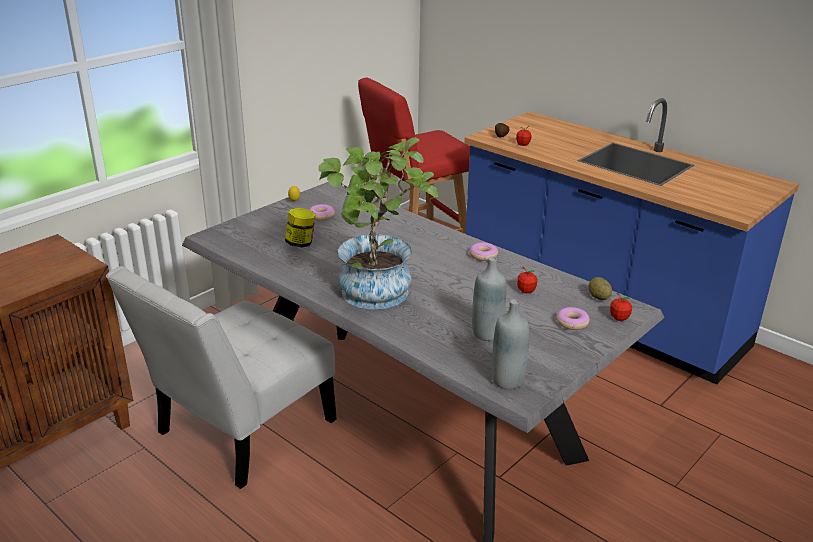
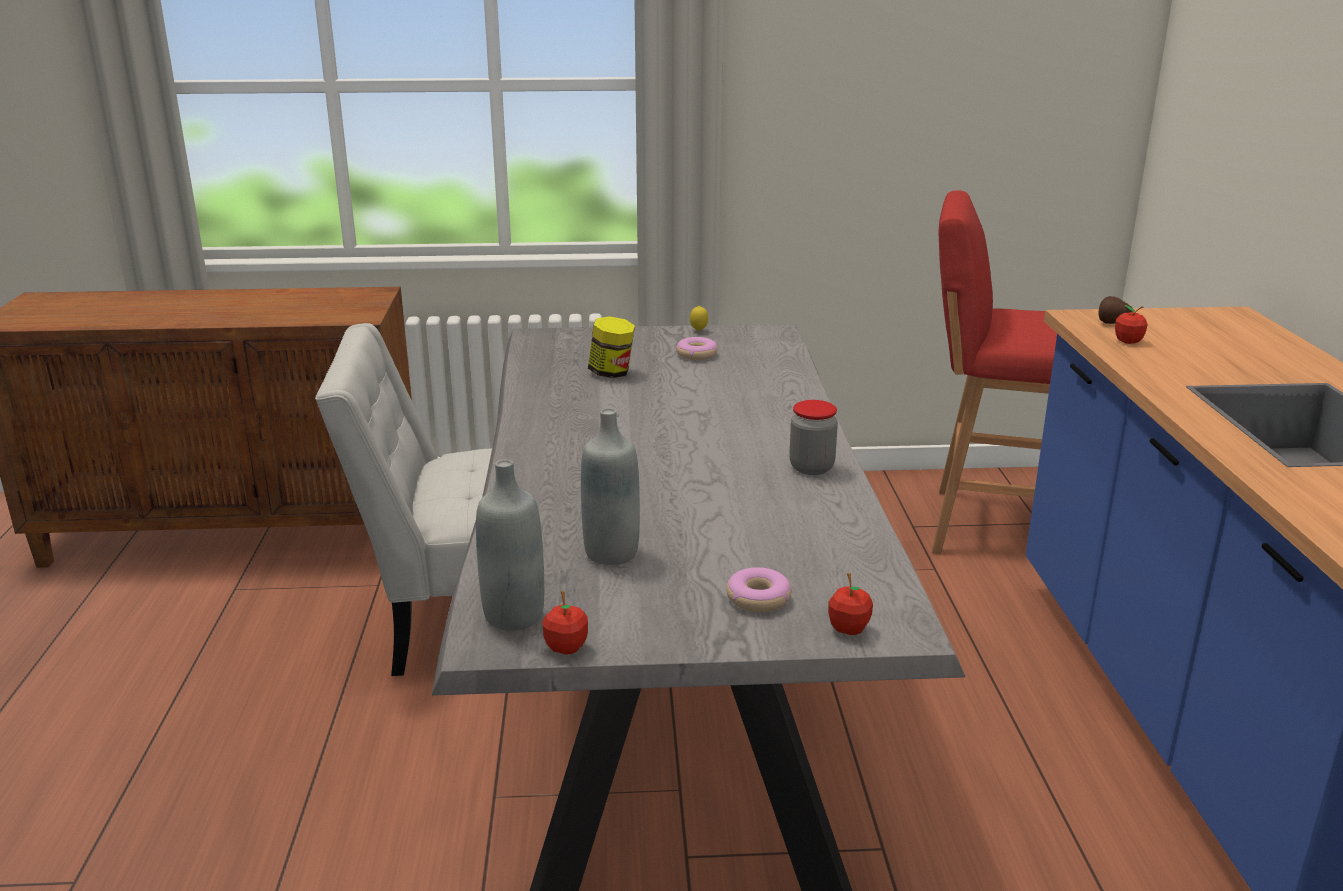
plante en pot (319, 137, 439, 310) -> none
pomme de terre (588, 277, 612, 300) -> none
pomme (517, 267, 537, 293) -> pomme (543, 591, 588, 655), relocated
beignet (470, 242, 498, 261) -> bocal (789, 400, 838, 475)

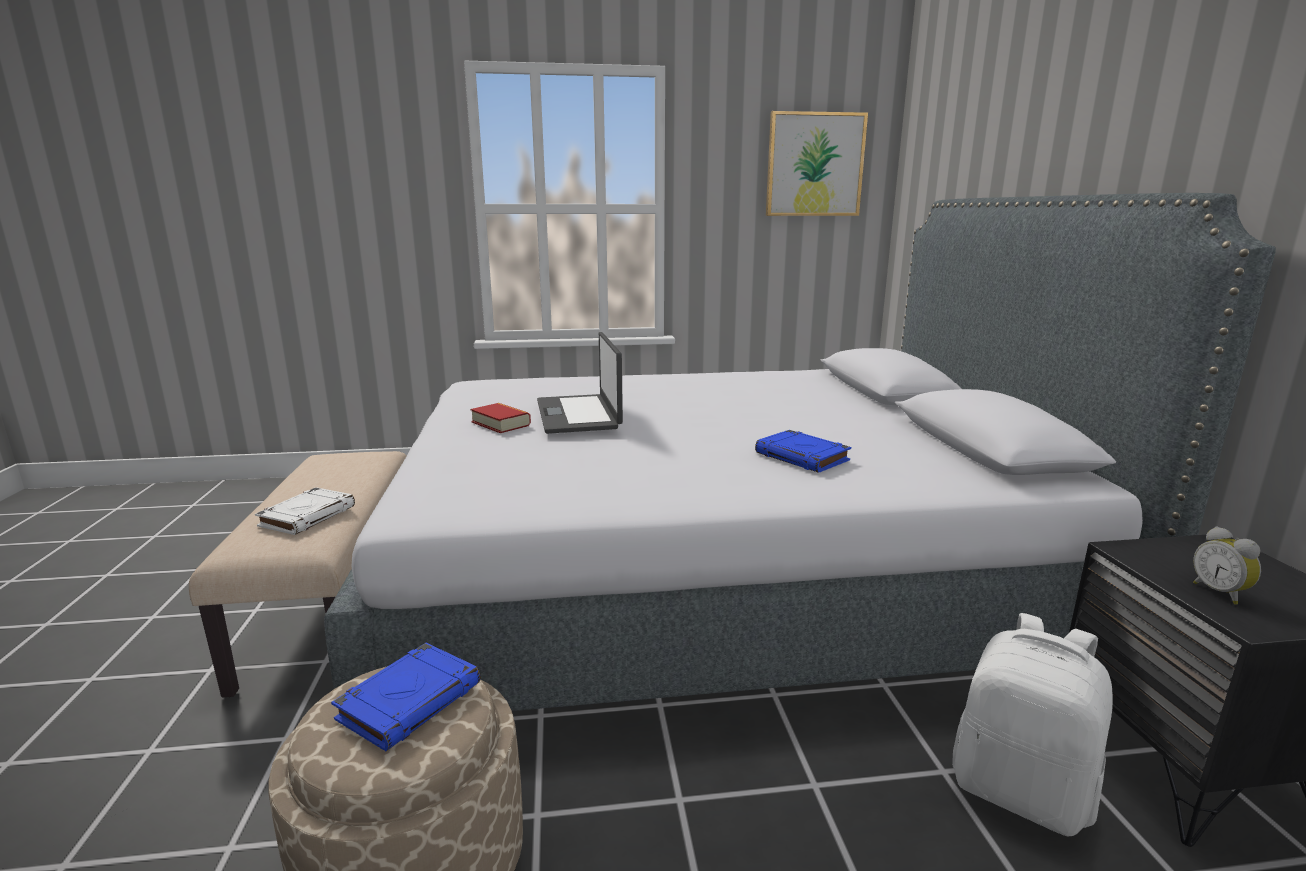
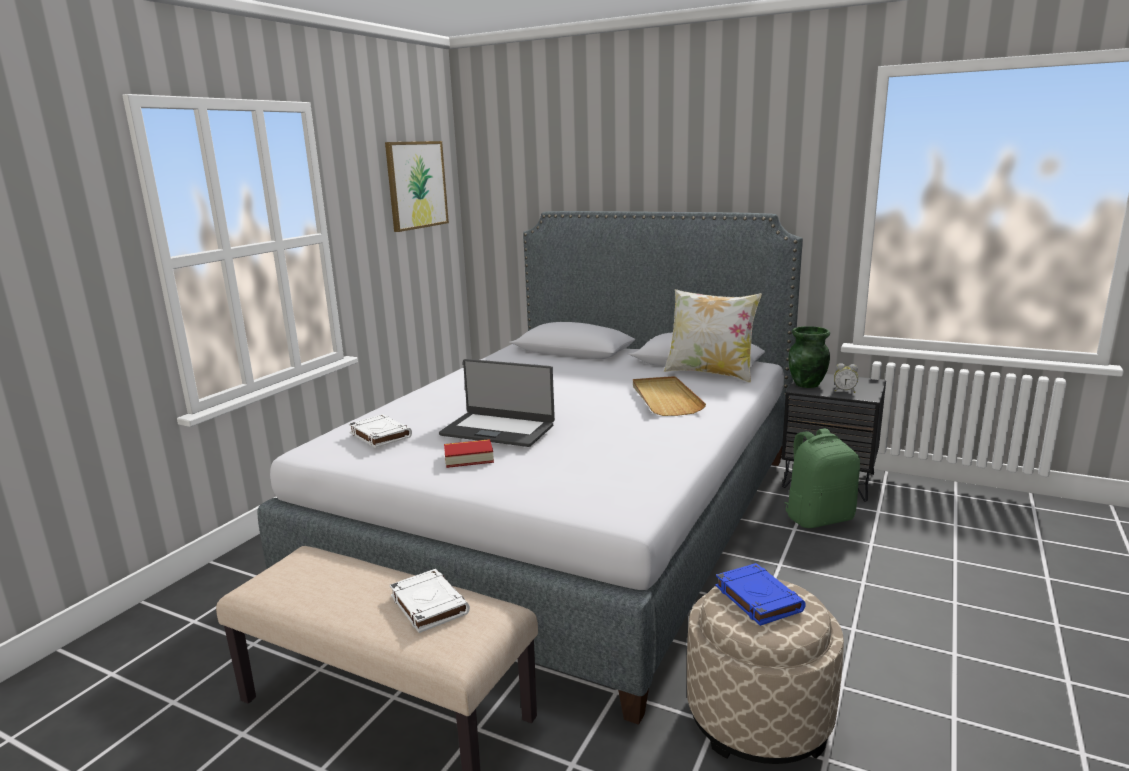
none -> livre [blanc] (349, 414, 412, 448)
none -> coussin (664, 289, 762, 383)
none -> vase [vert] (789, 326, 830, 388)
livre [bleu] (755, 430, 851, 473) -> plateau [beige] (633, 376, 706, 416)
sac à dos [blanc] (952, 613, 1113, 836) -> sac à dos [vert] (784, 428, 860, 528)

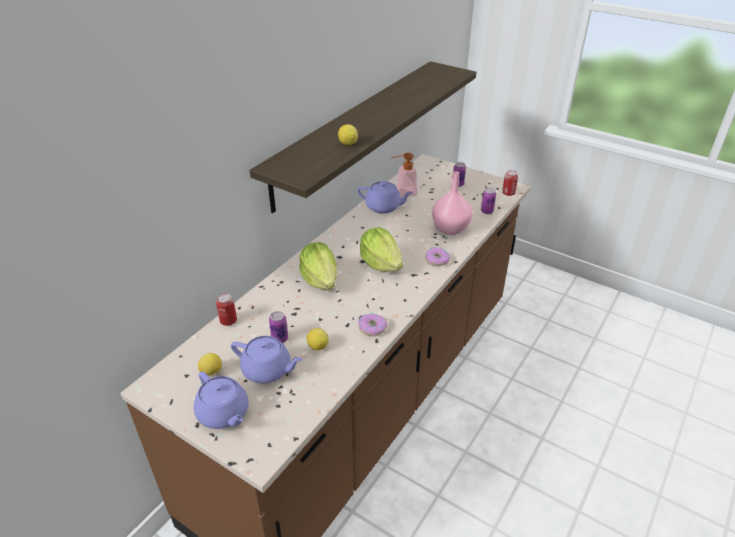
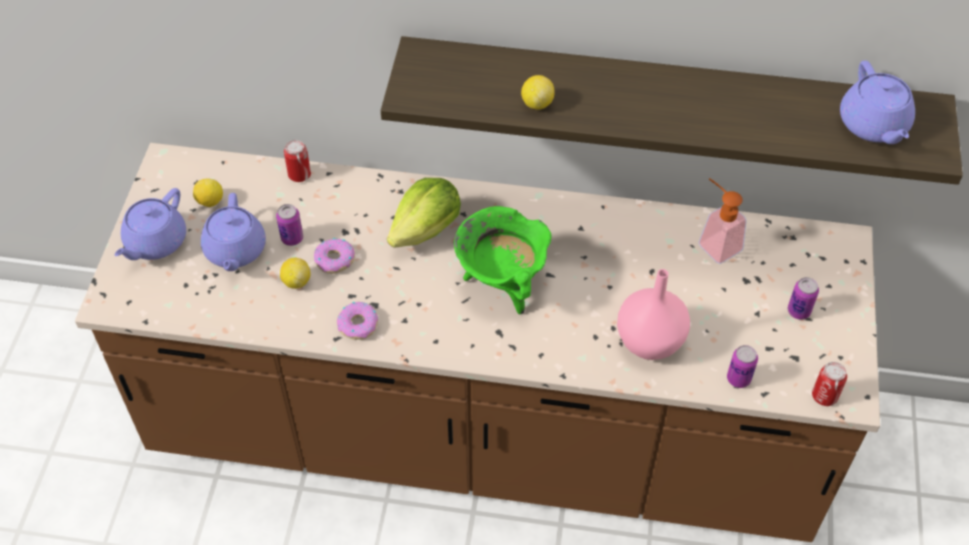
théière [violet] (357, 181, 414, 214) -> théière [violet] (840, 61, 915, 144), relocated
beignet (425, 247, 450, 266) -> beignet (314, 238, 355, 274), relocated
laitue (360, 227, 403, 272) -> marmite [vert] (454, 206, 552, 314)

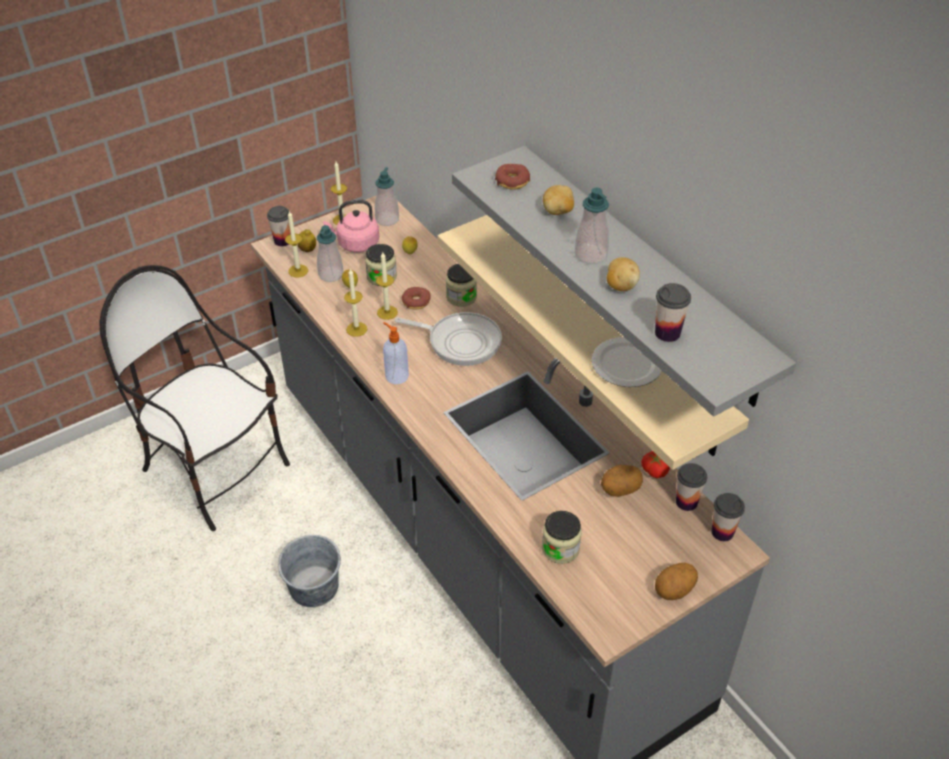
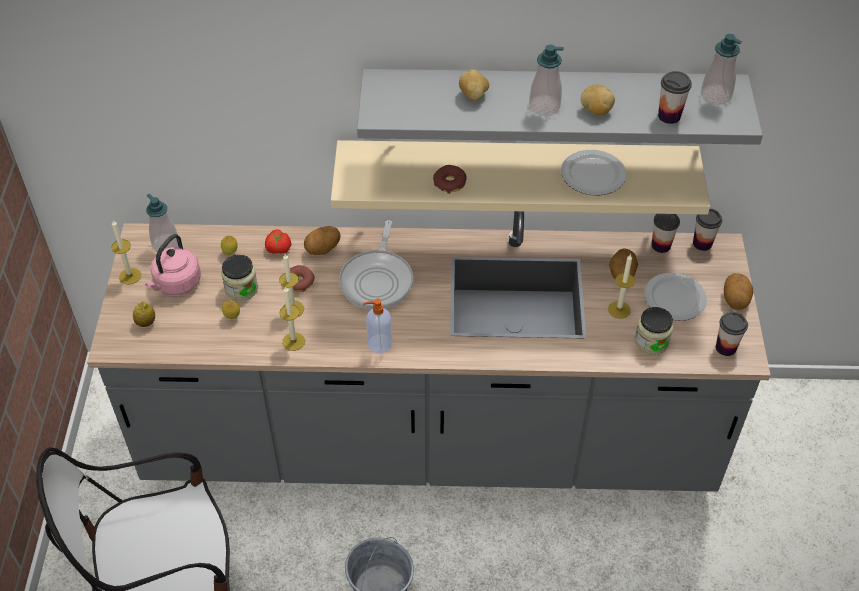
none -> assiette (644, 273, 707, 321)
tasse (267, 206, 291, 246) -> tasse (716, 312, 748, 356), relocated
bougie (285, 211, 308, 278) -> bougie (608, 254, 635, 319), relocated
distributeur de savon (317, 225, 343, 282) -> distributeur de savon (701, 34, 742, 105), relocated
beignet (495, 164, 530, 190) -> beignet (433, 165, 466, 194), relocated
tomate (641, 451, 670, 478) -> tomate (265, 230, 291, 254), relocated
bocal (446, 264, 477, 307) -> pomme de terre (304, 226, 341, 255)
poêle (395, 312, 502, 366) -> poêle (339, 220, 413, 310), 135 degrees clockwise

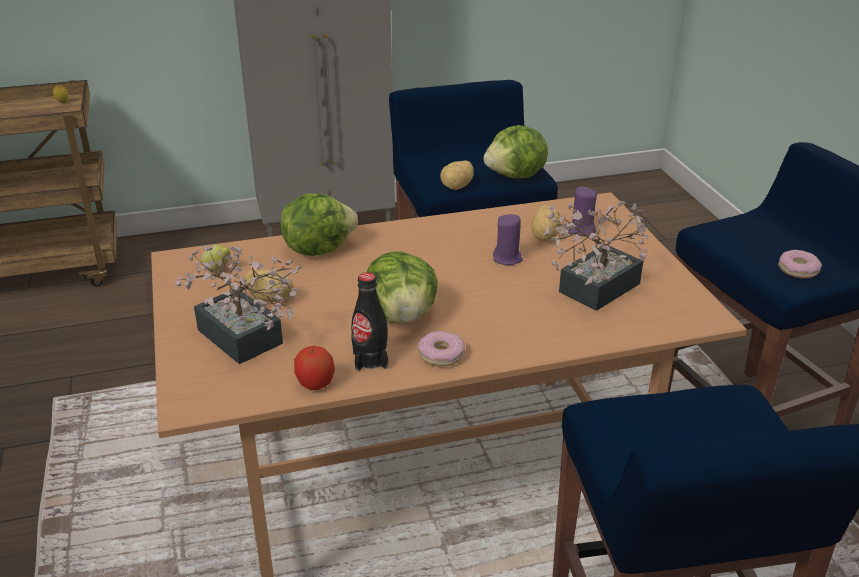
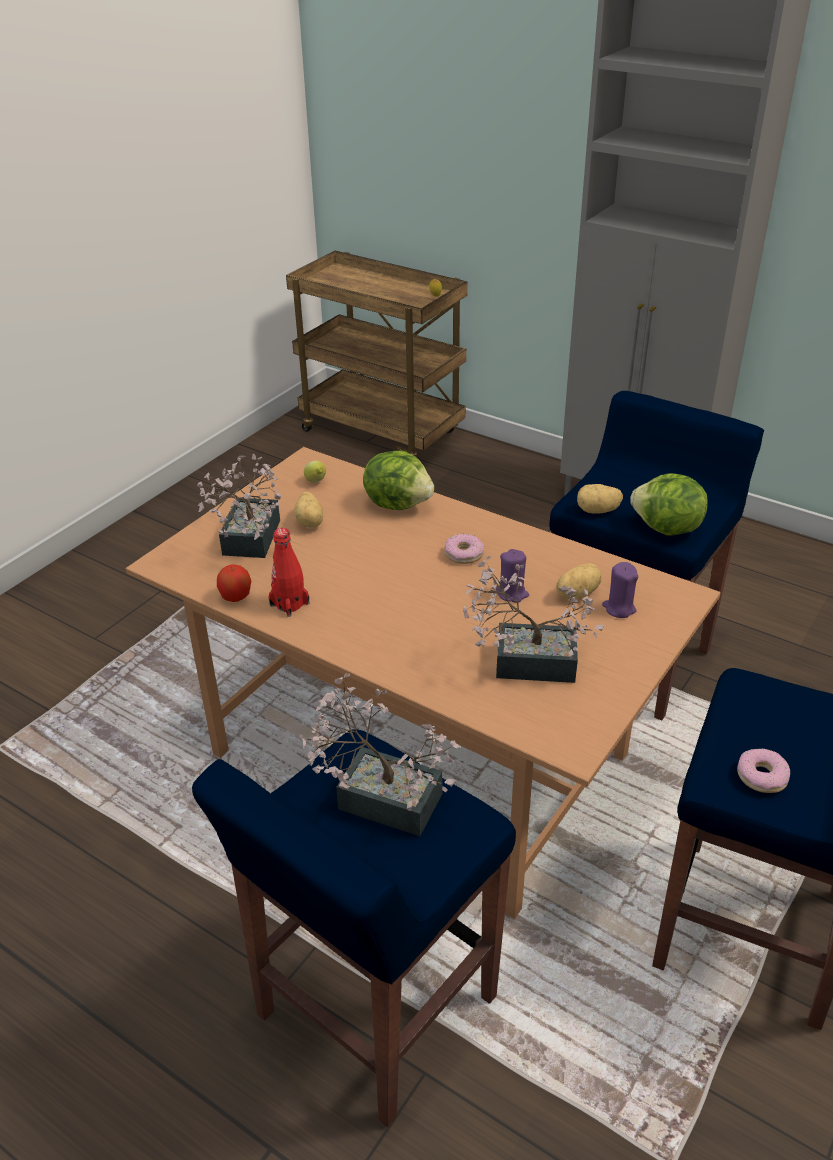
laitue (367, 251, 438, 323) -> none
none -> plante en pot (299, 674, 461, 836)
beignet (418, 331, 465, 366) -> beignet (444, 534, 484, 564), relocated
bouteille [noir] (351, 272, 388, 372) -> bouteille [rouge] (268, 528, 309, 617)

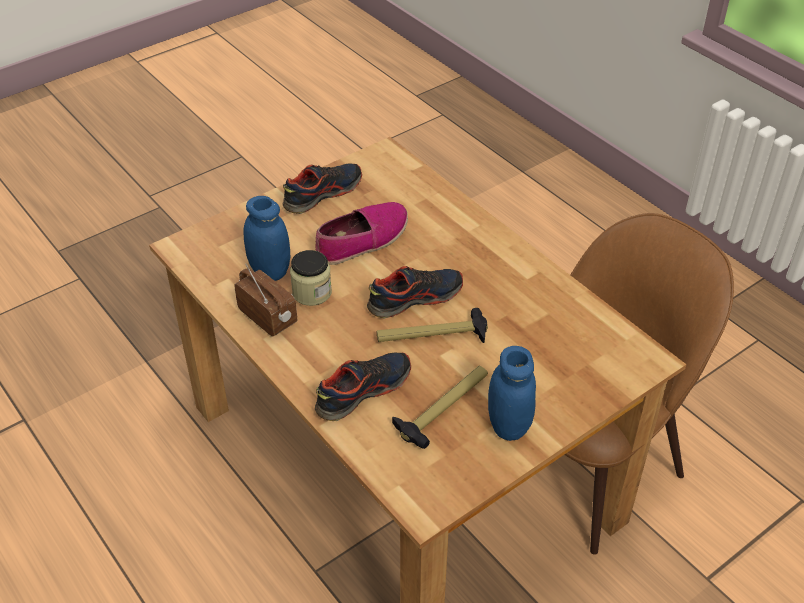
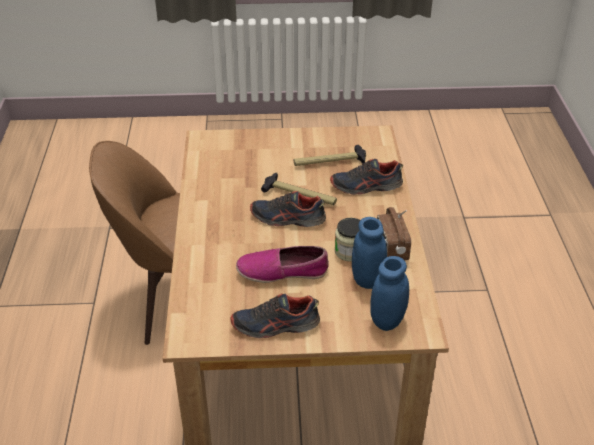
bocal [bleu] (488, 346, 536, 441) -> bocal [bleu] (370, 256, 409, 331), relocated

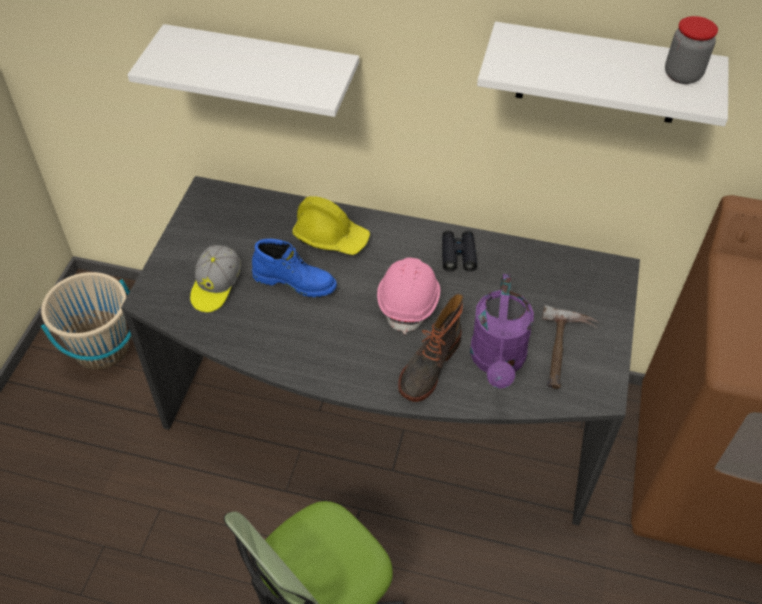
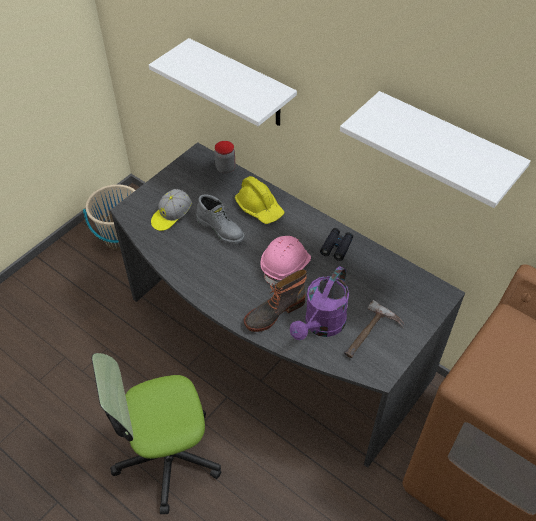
bocal (665, 16, 718, 84) -> bocal (214, 141, 235, 174), relocated
botte [bleu] (252, 239, 337, 297) -> botte [gris] (196, 194, 244, 244)

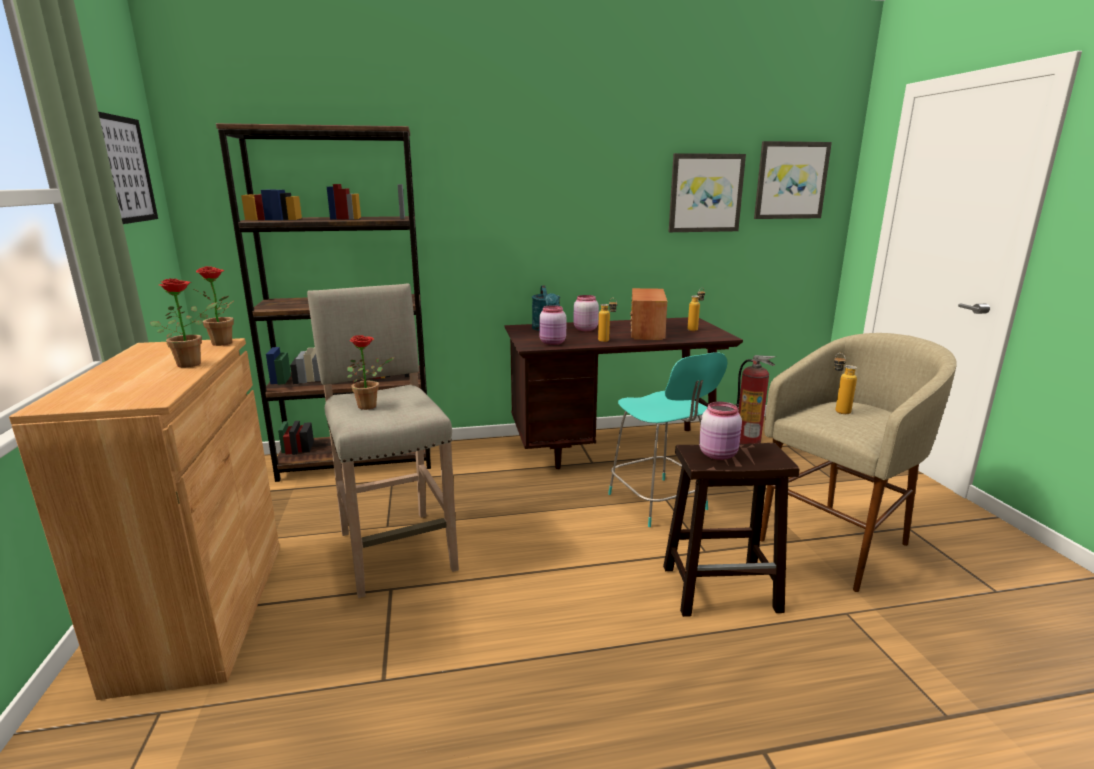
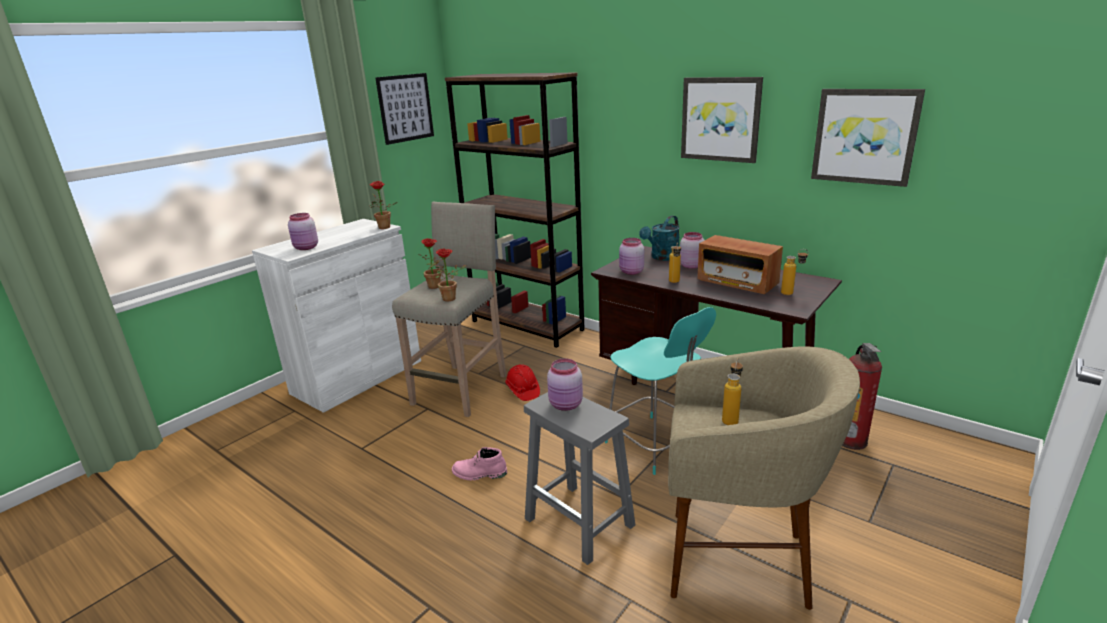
none -> bocal [rose] (288, 213, 318, 250)
none -> botte [rose] (452, 447, 507, 481)
none -> casque de chantier [rouge] (505, 364, 540, 401)
plante en pot (150, 278, 217, 367) -> plante en pot (435, 249, 467, 302), relocated
tableau (754, 141, 832, 219) -> tableau (681, 77, 763, 163), relocated
meuble de rangement [marron] (9, 338, 280, 700) -> meuble de rangement [blanc] (252, 219, 421, 413)
tabouret [marron] (663, 443, 799, 617) -> tabouret [gris] (524, 392, 635, 565)
chaise [turquoise] (608, 352, 727, 527) -> chaise [turquoise] (605, 307, 716, 475), 60 degrees counterclockwise
radio (630, 288, 667, 340) -> radio (697, 235, 783, 294), 105 degrees counterclockwise

